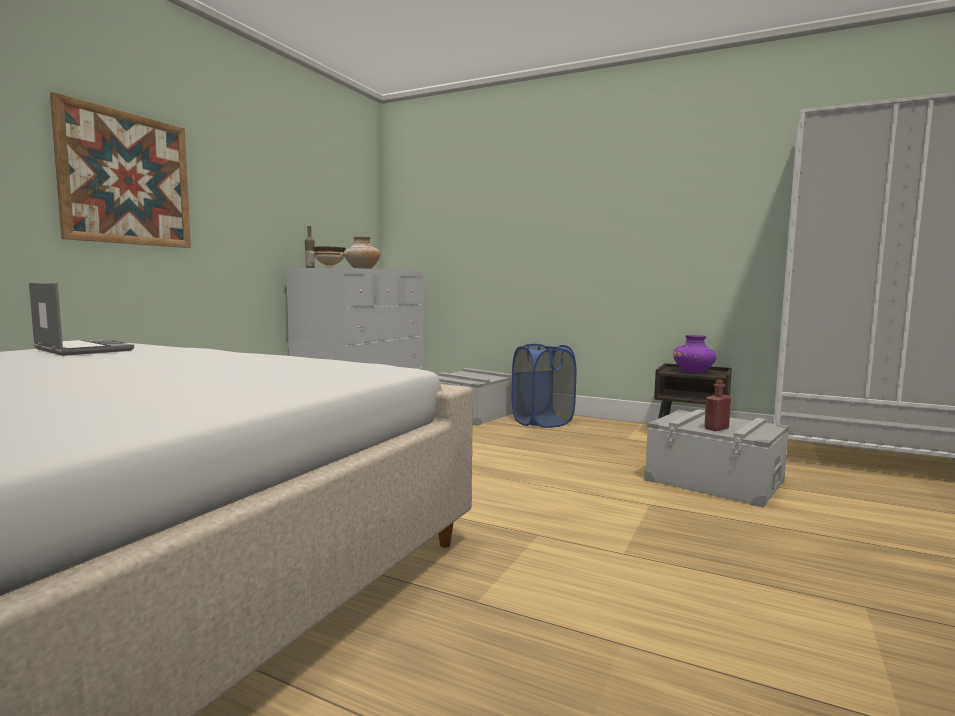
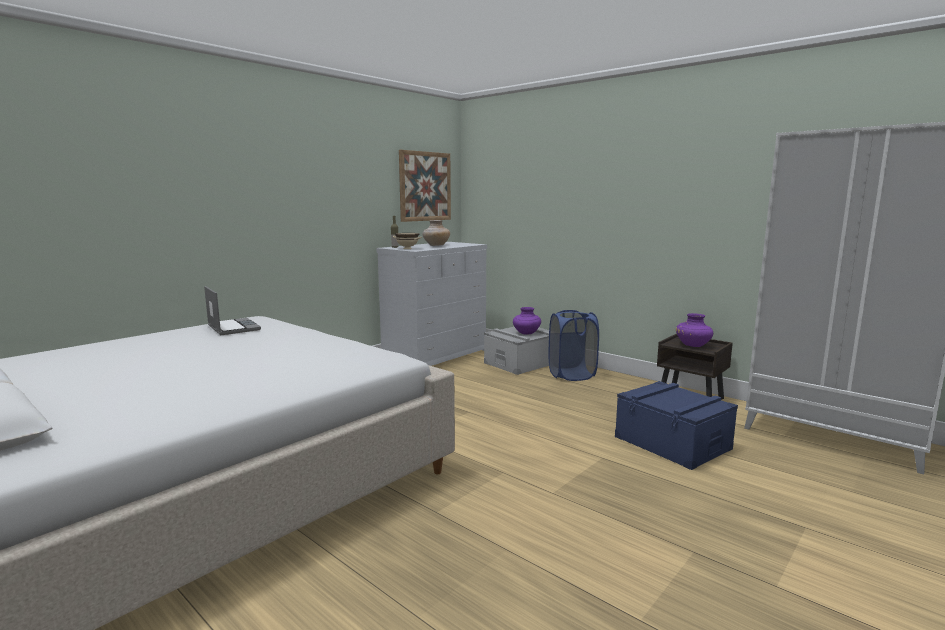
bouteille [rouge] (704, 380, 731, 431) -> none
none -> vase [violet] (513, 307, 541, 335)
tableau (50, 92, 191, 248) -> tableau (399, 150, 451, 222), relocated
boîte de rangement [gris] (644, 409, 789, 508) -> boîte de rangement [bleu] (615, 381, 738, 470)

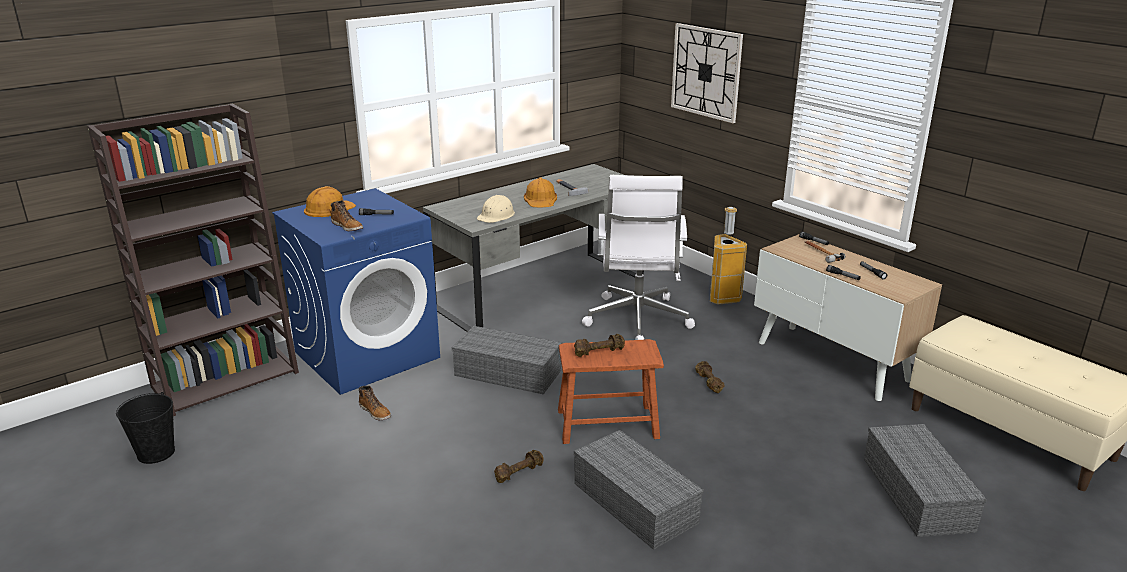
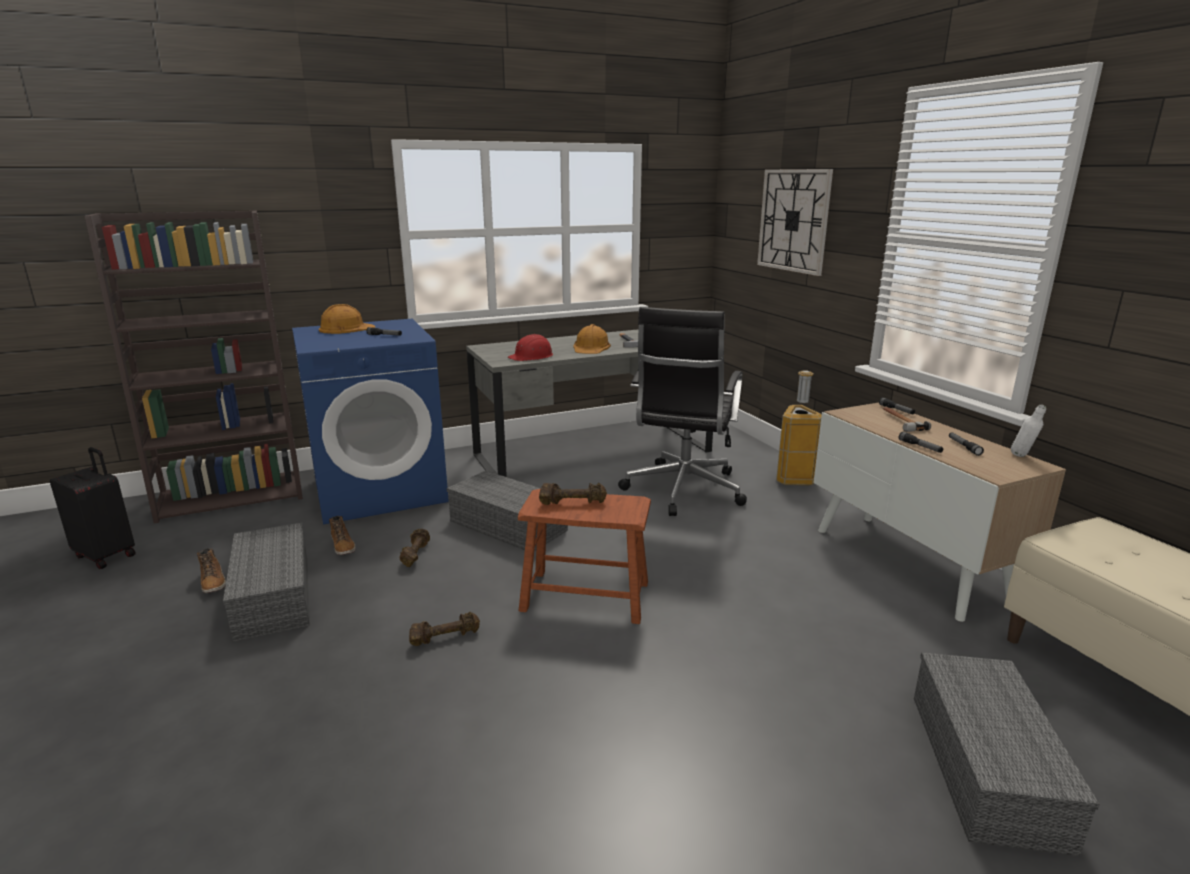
none -> bouteille [blanc] (1011, 405, 1046, 457)
botte (331, 200, 363, 231) -> botte (197, 548, 226, 593), relocated
boîte de rangement [gris] (574, 430, 704, 550) -> boîte de rangement [gris] (223, 523, 310, 642), relocated
haltère [marron] (695, 361, 725, 393) -> haltère [marron] (400, 529, 430, 567), relocated
seau [noir] (116, 392, 175, 464) -> valise [noir] (50, 447, 136, 569)
casque de chantier [beige] (477, 195, 515, 223) -> casque de chantier [rouge] (508, 334, 553, 361)
chaise de bureau [blanc] (582, 175, 695, 340) -> chaise de bureau [noir] (618, 307, 747, 516)

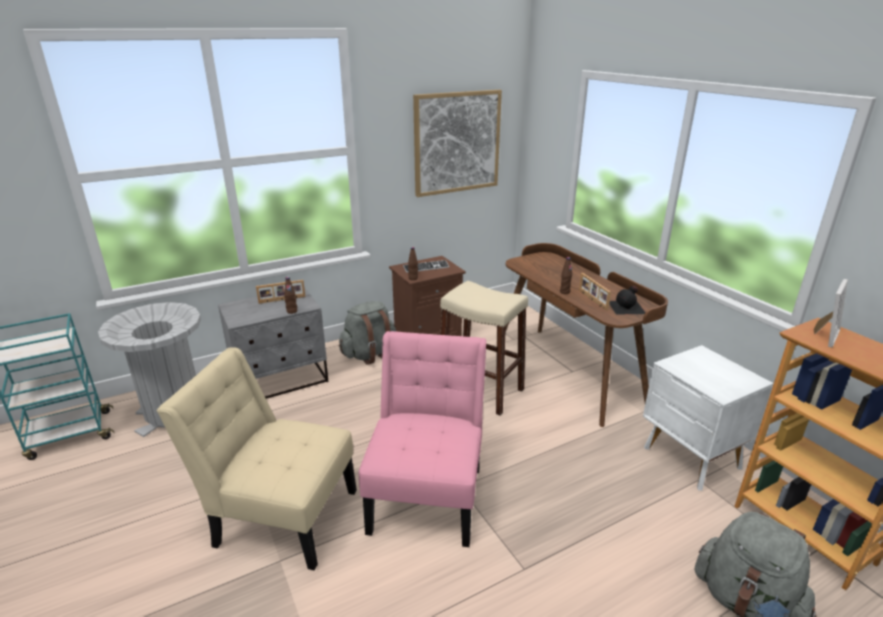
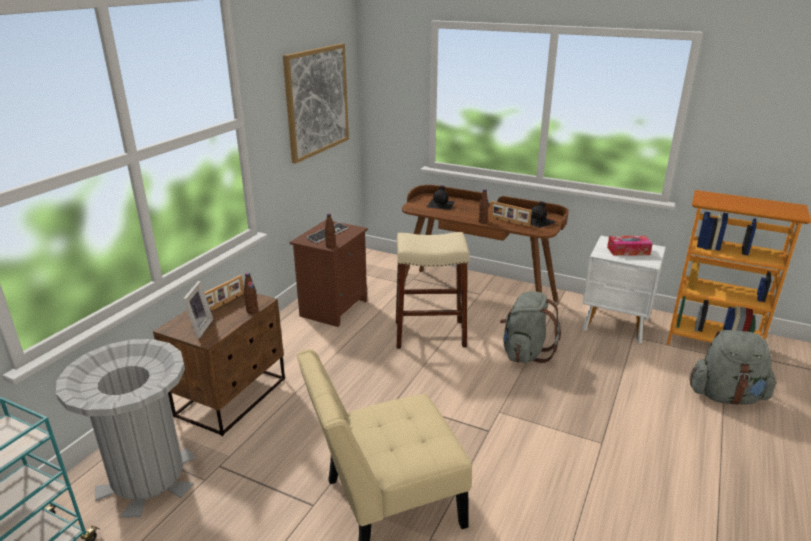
chaise [rose] (359, 331, 486, 547) -> none
none -> bouteille [noir] (427, 185, 455, 210)
none -> boîte à mouchoirs (607, 236, 652, 256)
sac à dos [gris] (339, 301, 396, 365) -> sac à dos [gris] (500, 291, 561, 363), relocated
cadre photo (813, 279, 848, 347) -> cadre photo (183, 281, 213, 339), relocated
table de chevet [gris] (218, 287, 328, 399) -> table de chevet [marron] (153, 293, 285, 436)

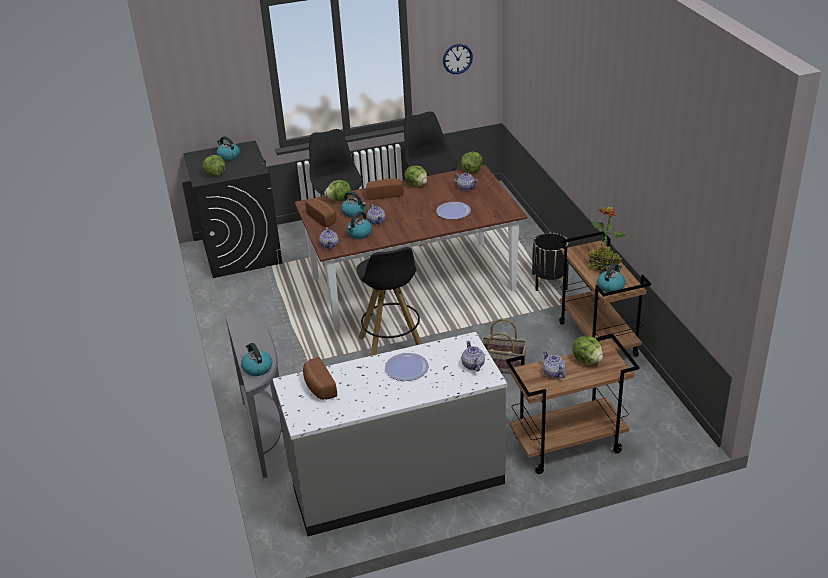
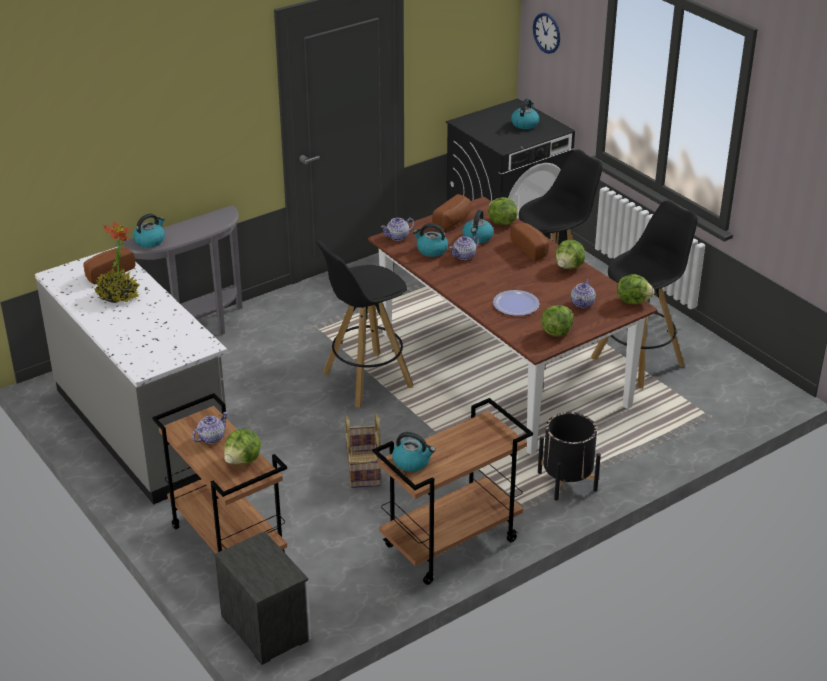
assiette (385, 353, 429, 381) -> none
théière (461, 341, 485, 371) -> none
none -> table de chevet (214, 531, 311, 665)
laitue (203, 155, 226, 176) -> laitue (541, 305, 573, 337), relocated
horloge murale (443, 44, 473, 74) -> horloge murale (533, 13, 560, 54), relocated
plante en pot (588, 207, 626, 271) -> plante en pot (95, 221, 140, 303), relocated

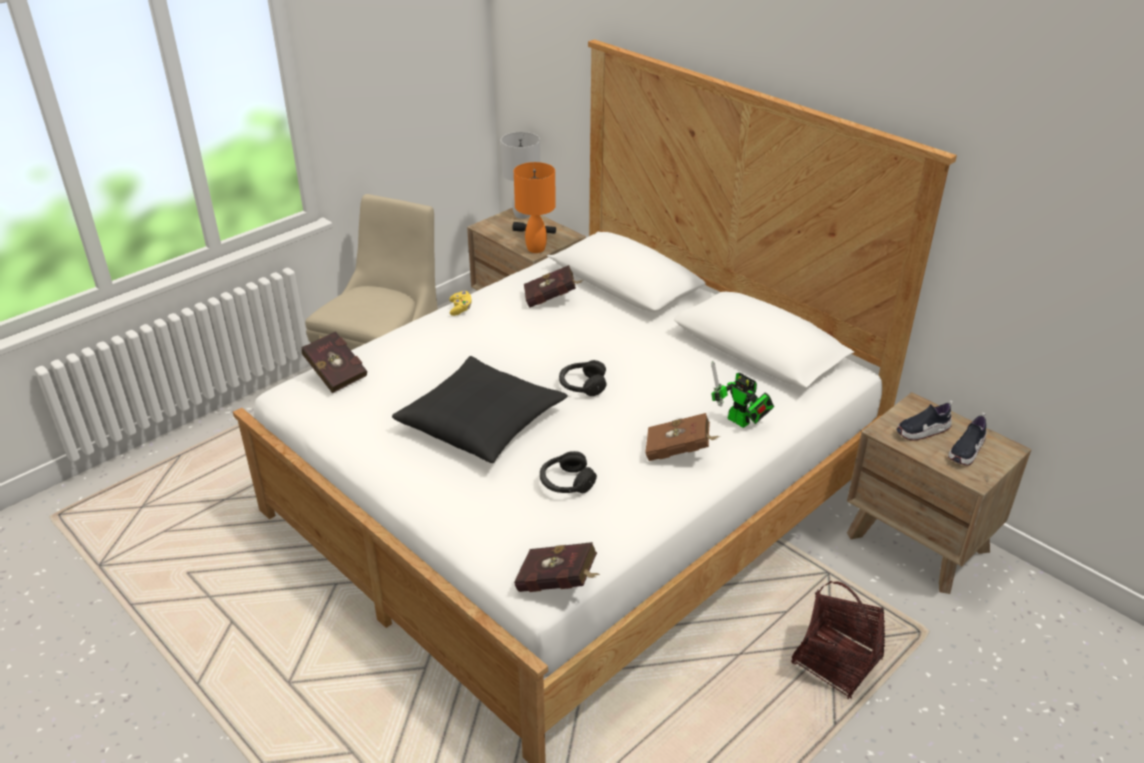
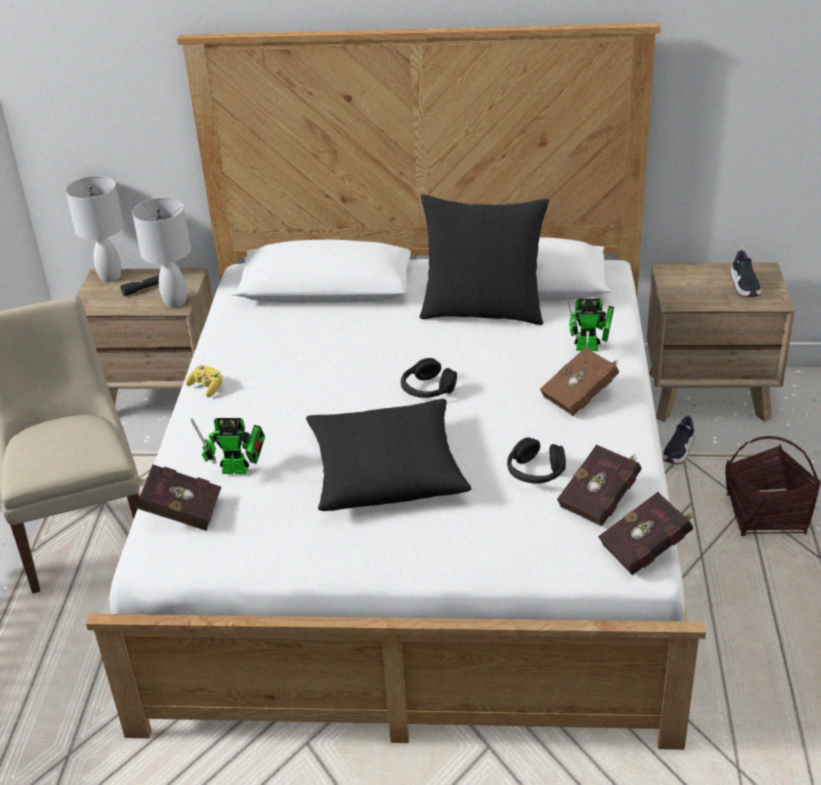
none -> robot jouet (191, 418, 265, 474)
none -> coussin [noir] (420, 194, 549, 325)
livre [rouge] (524, 265, 583, 308) -> livre [rouge] (557, 444, 641, 526), relocated
chaussure (896, 401, 953, 441) -> chaussure (662, 413, 695, 464), relocated
lampe de table [orange] (514, 162, 556, 253) -> lampe de table [blanc] (132, 198, 191, 308)

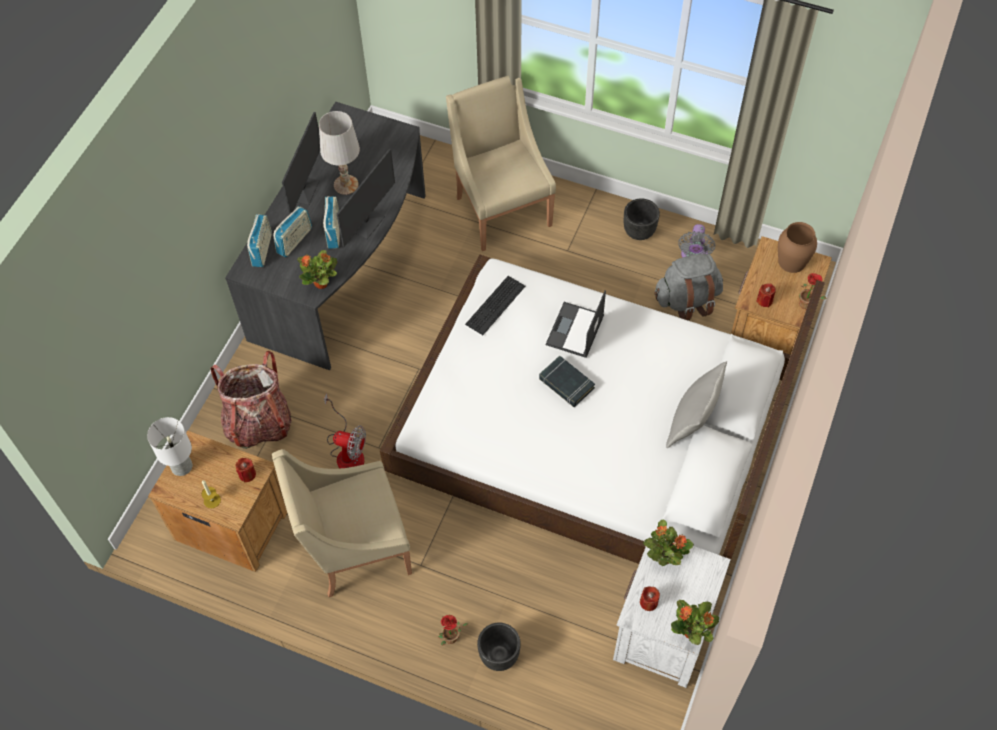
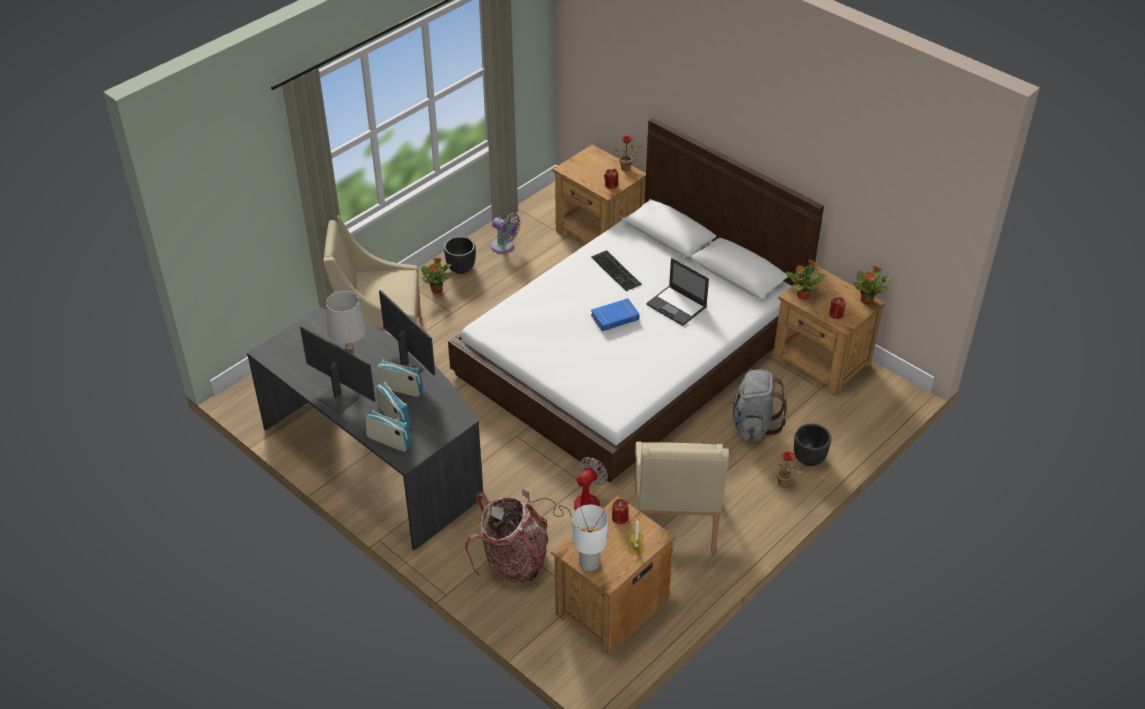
coussin [gris] (666, 361, 727, 448) -> none
vase [marron] (778, 222, 817, 273) -> none
plante en pot (297, 250, 337, 289) -> plante en pot (421, 258, 452, 293), relocated
clavier (465, 276, 525, 335) -> clavier (591, 250, 642, 291), relocated
ordinateur portable (546, 290, 606, 358) -> ordinateur portable (646, 258, 709, 326), relocated
sac à dos [gris] (654, 254, 723, 320) -> sac à dos [gris] (728, 369, 787, 441), relocated
livre [noir] (539, 356, 595, 407) -> livre [bleu] (591, 298, 640, 331)
table de chevet [blanc] (613, 531, 731, 688) -> table de chevet [marron] (773, 267, 885, 396)

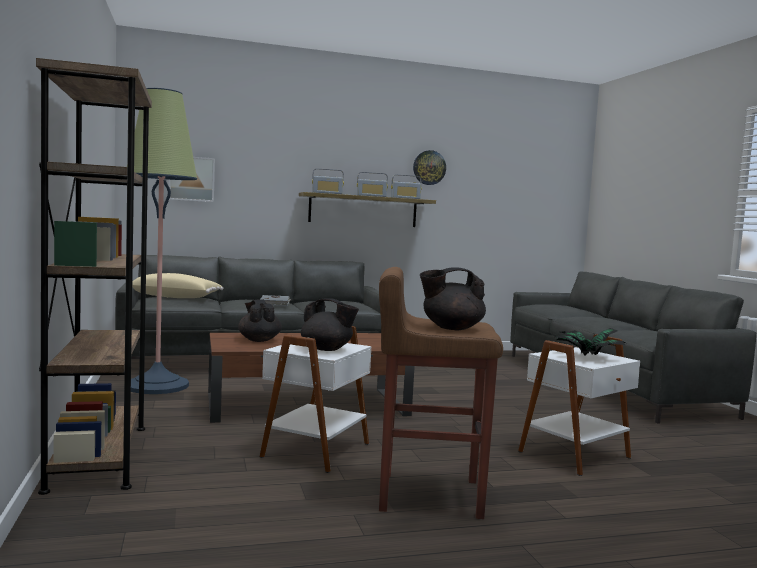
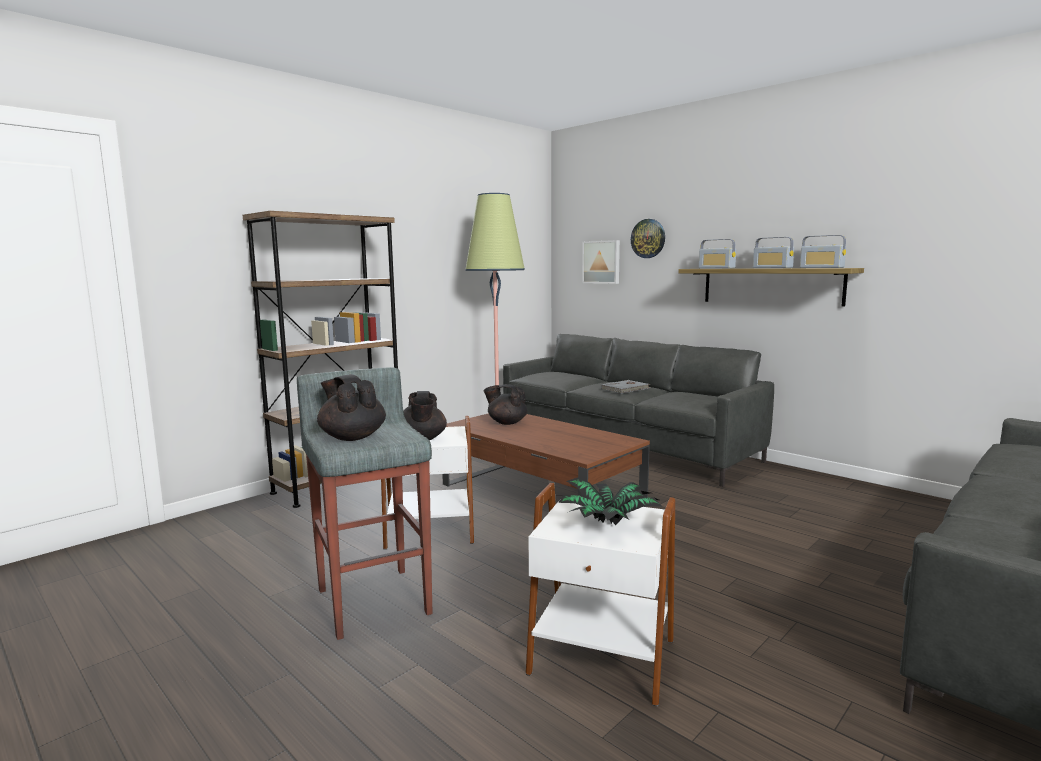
coussin [beige] (132, 273, 223, 298) -> none
horloge murale (413, 150, 446, 185) -> horloge murale (631, 219, 665, 258), relocated
tabouret [marron] (379, 267, 503, 519) -> tabouret [gris] (297, 367, 432, 640)
théière [noir] (238, 299, 282, 342) -> théière [noir] (484, 384, 527, 425), 105 degrees counterclockwise

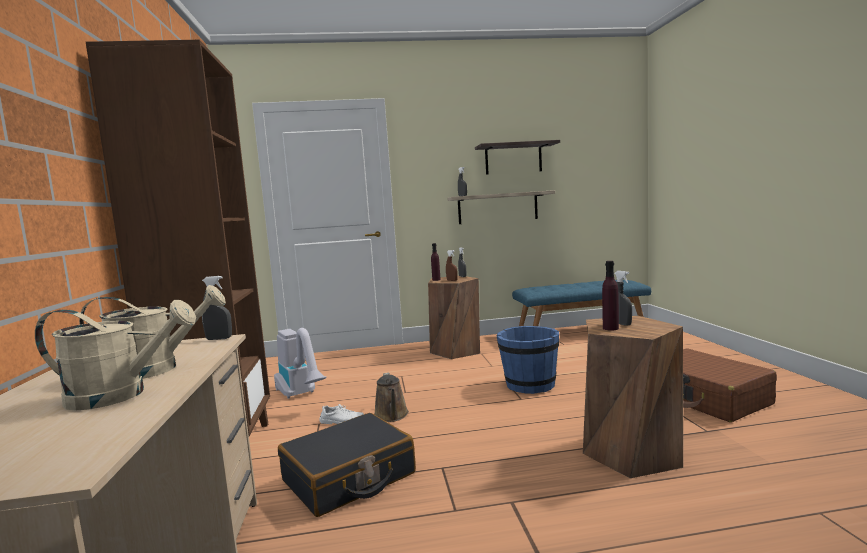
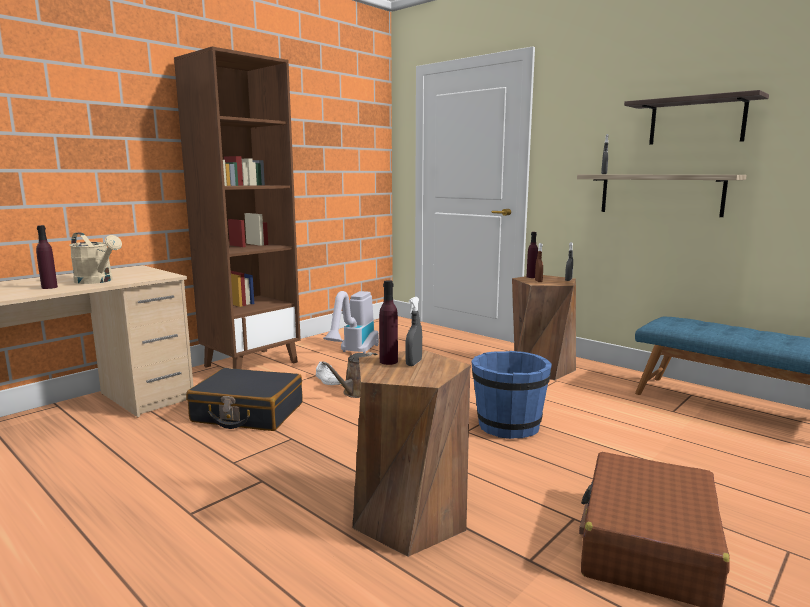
vaporisateur [gris] (202, 276, 232, 340) -> none
arrosoir [beige] (35, 300, 196, 410) -> bouteille [violet] (36, 225, 58, 289)

